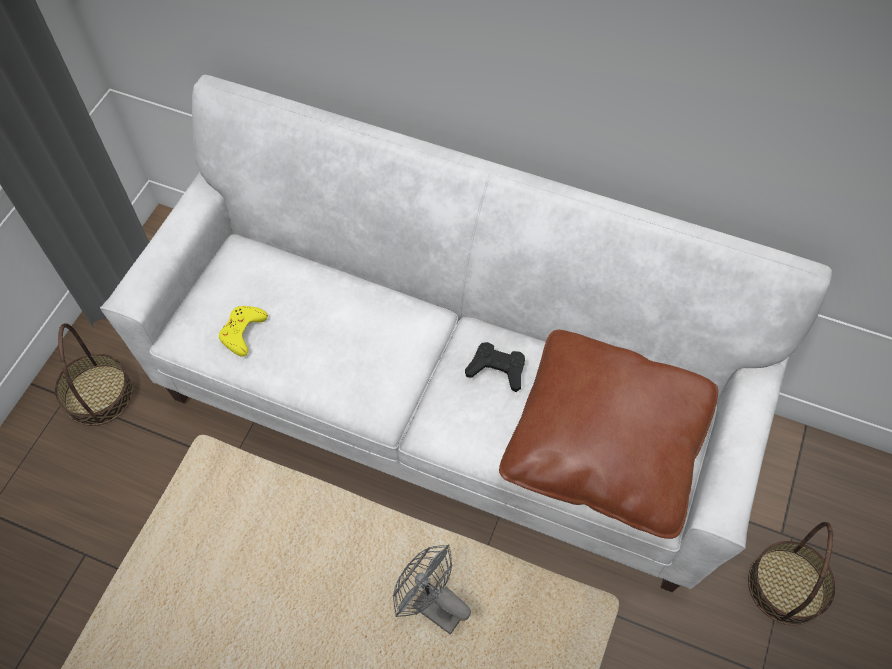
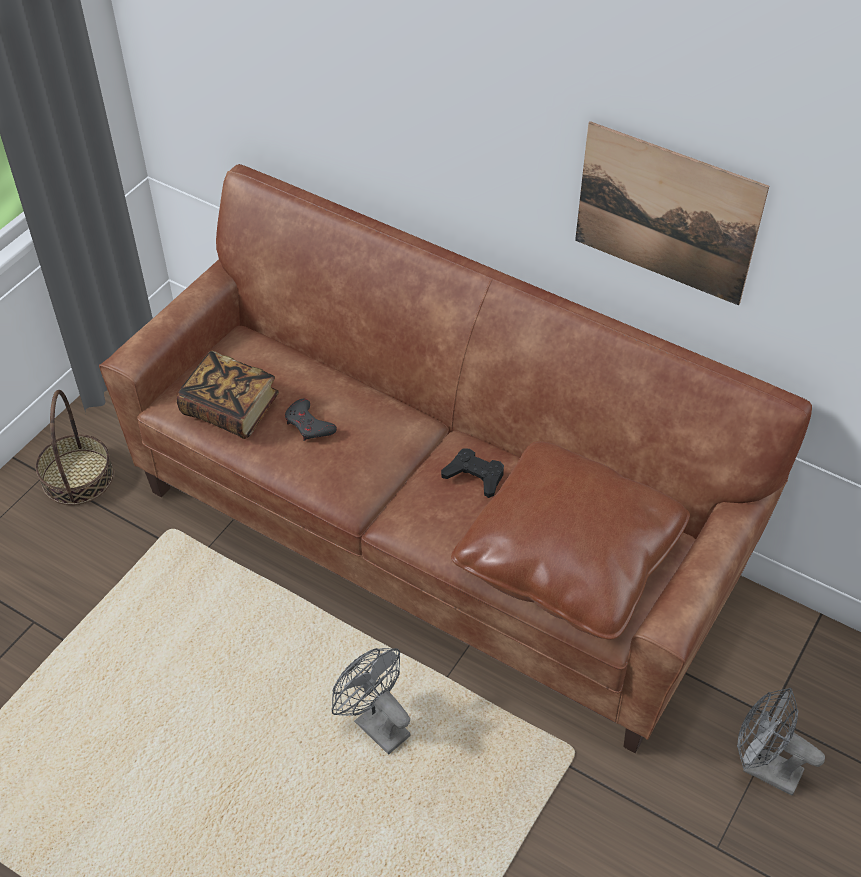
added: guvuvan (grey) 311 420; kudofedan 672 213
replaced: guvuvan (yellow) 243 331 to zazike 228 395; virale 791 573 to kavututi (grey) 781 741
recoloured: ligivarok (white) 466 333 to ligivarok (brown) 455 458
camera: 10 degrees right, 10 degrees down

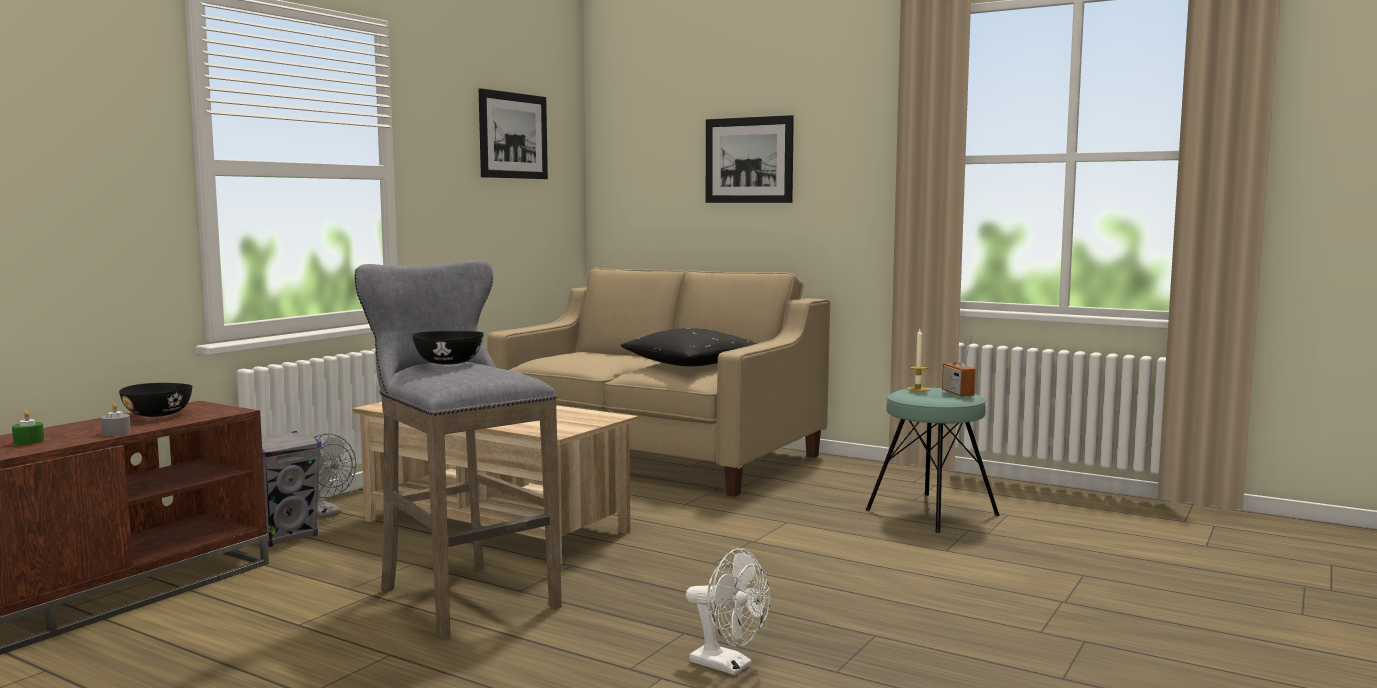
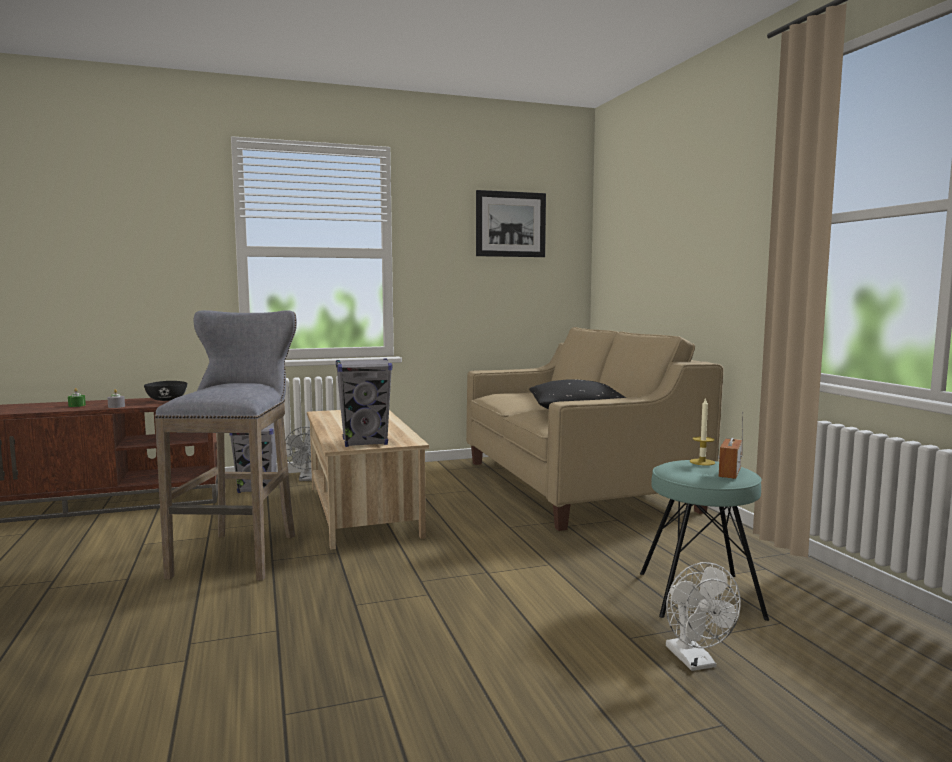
removed: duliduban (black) 448 348; kudofedan 750 159
added: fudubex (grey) 364 402
moved: kavututi (white) 728 611 to 703 616
camera: 40 degrees right, 0 degrees up

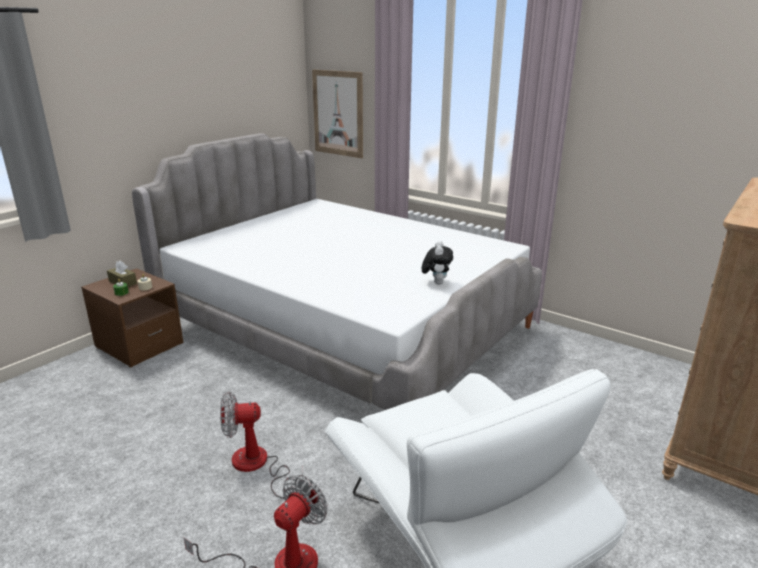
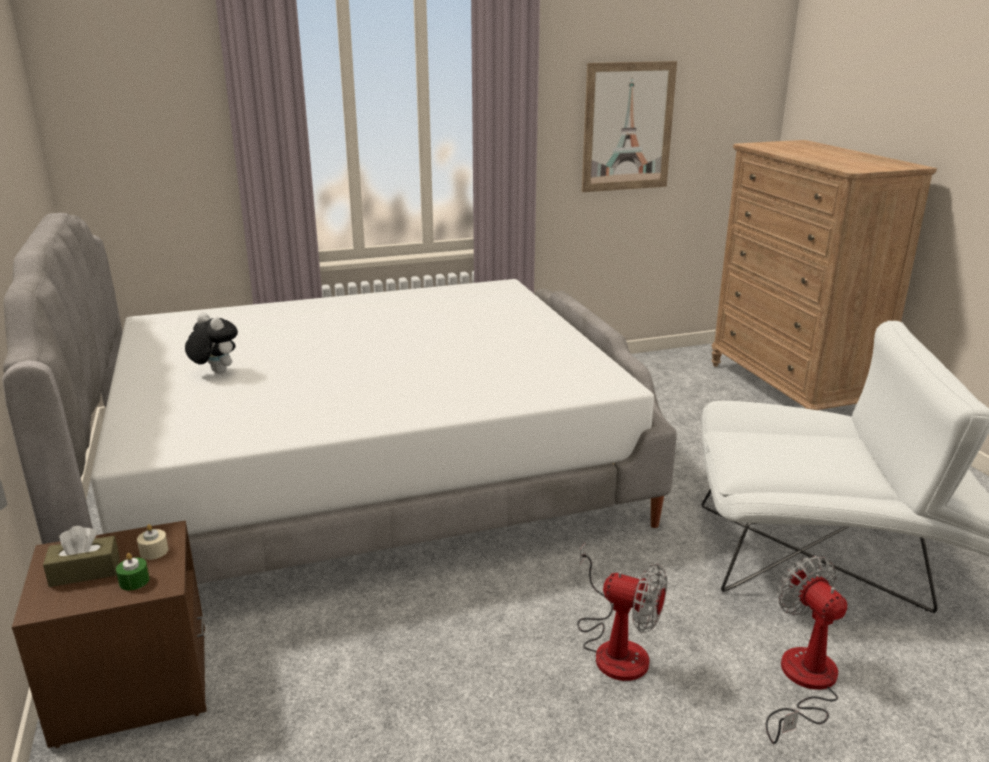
moved: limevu 437 263 to 211 343; kudofedan 337 113 to 629 126
turned: kavututi 261 445 = 622 612 90 degrees counterclockwise
camera: 55 degrees left, 0 degrees up

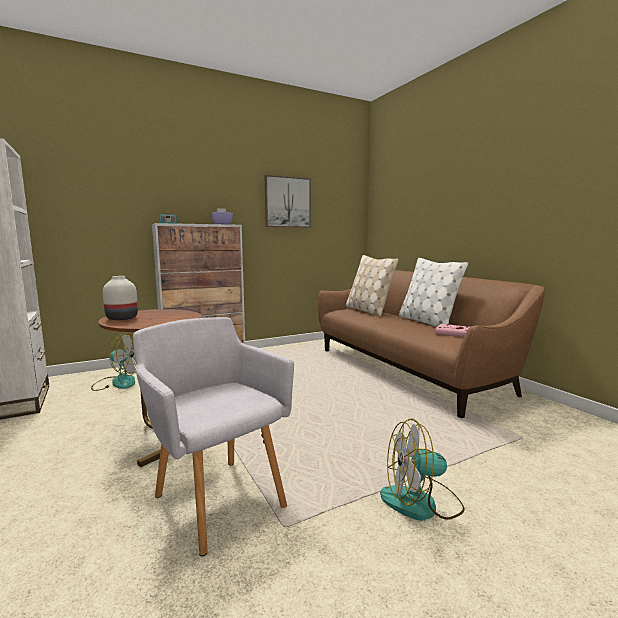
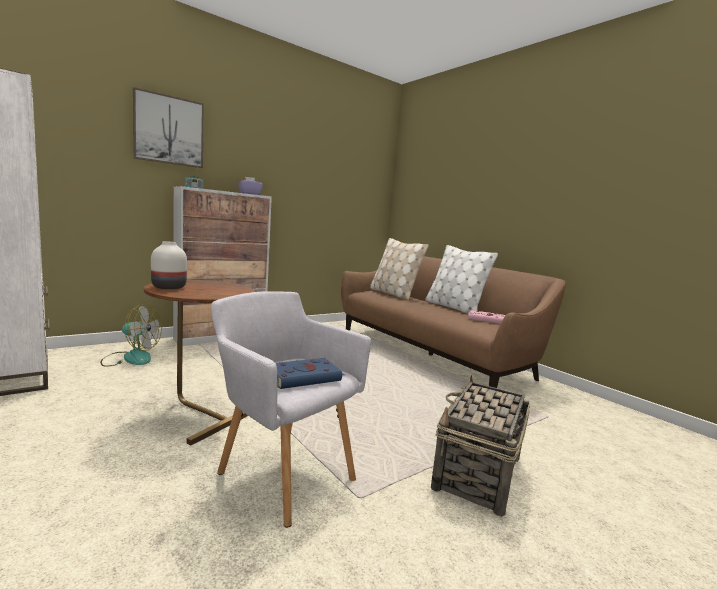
added: zazike (blue) 310 373
moved: kudofedan 288 201 to 168 127
replaced: kavututi 422 469 to virale 480 446
camera: 10 degrees left, 0 degrees up

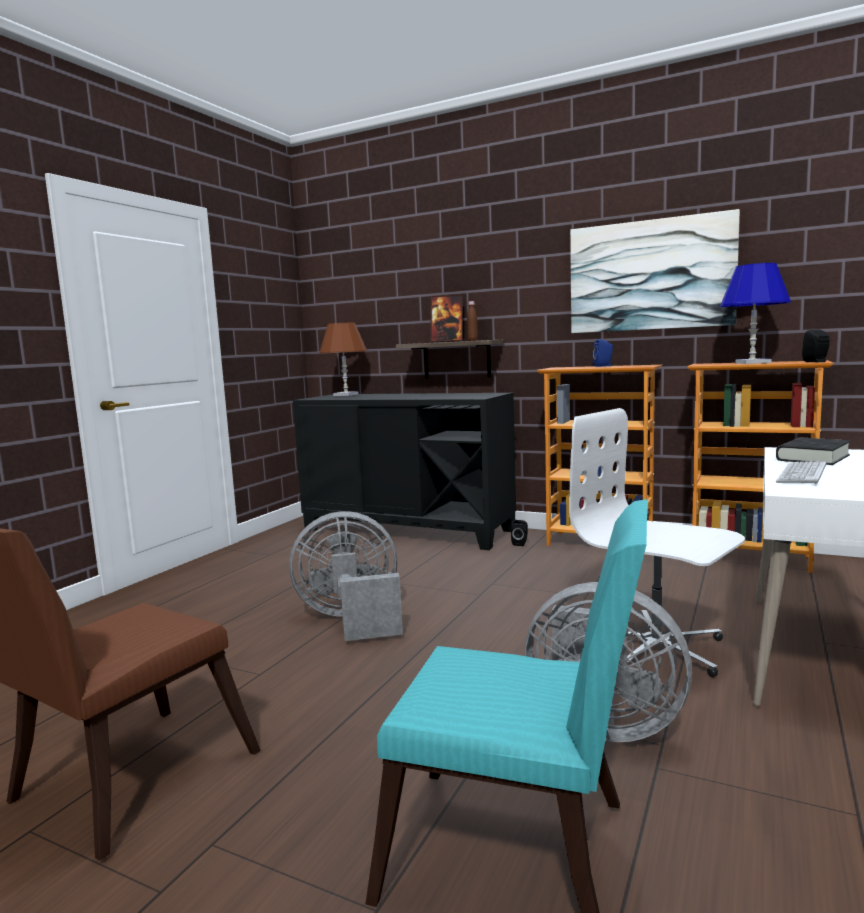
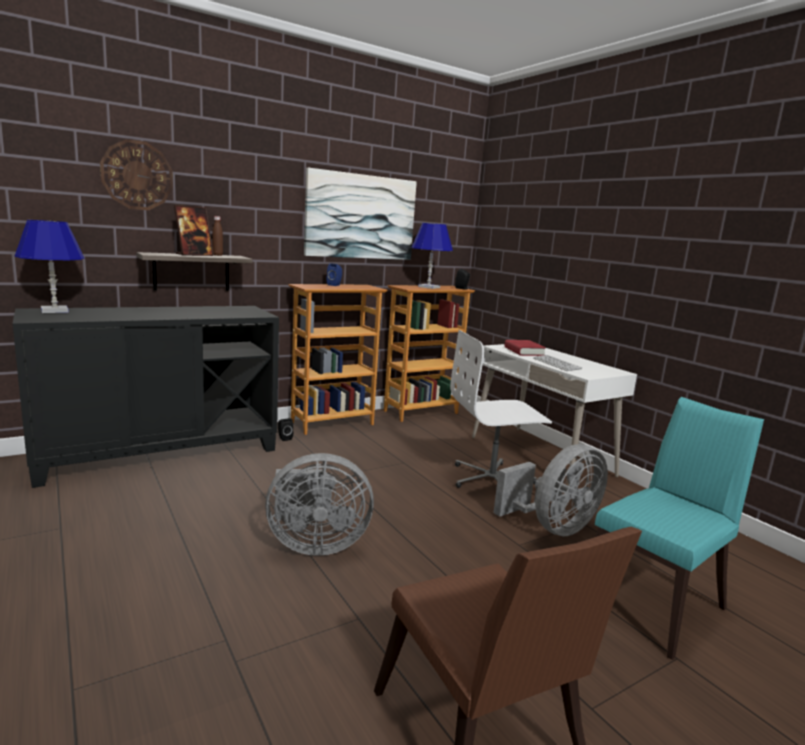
added: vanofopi 136 174
recoloured: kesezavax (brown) 343 359 to kesezavax (blue) 49 266; zazike (black) 813 451 to zazike (red) 525 348
turned: kavututi (grey) 346 576 = 319 504 120 degrees counterclockwise
camera: 60 degrees left, 5 degrees up

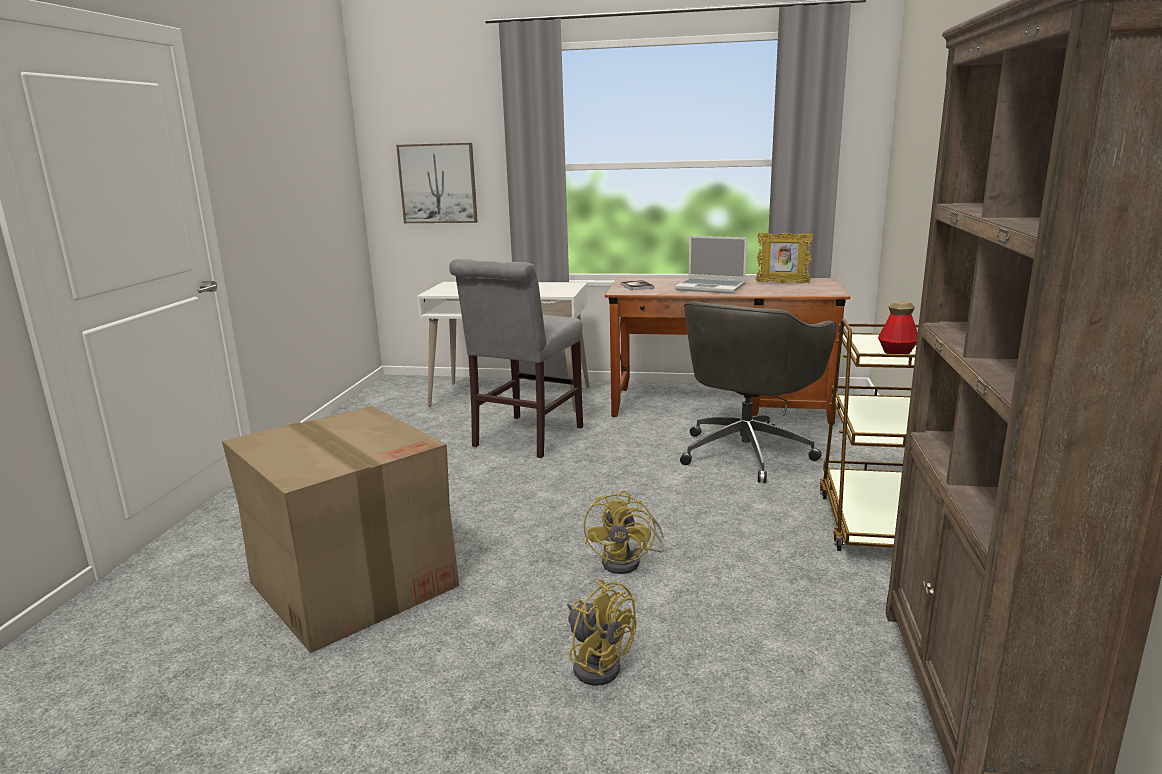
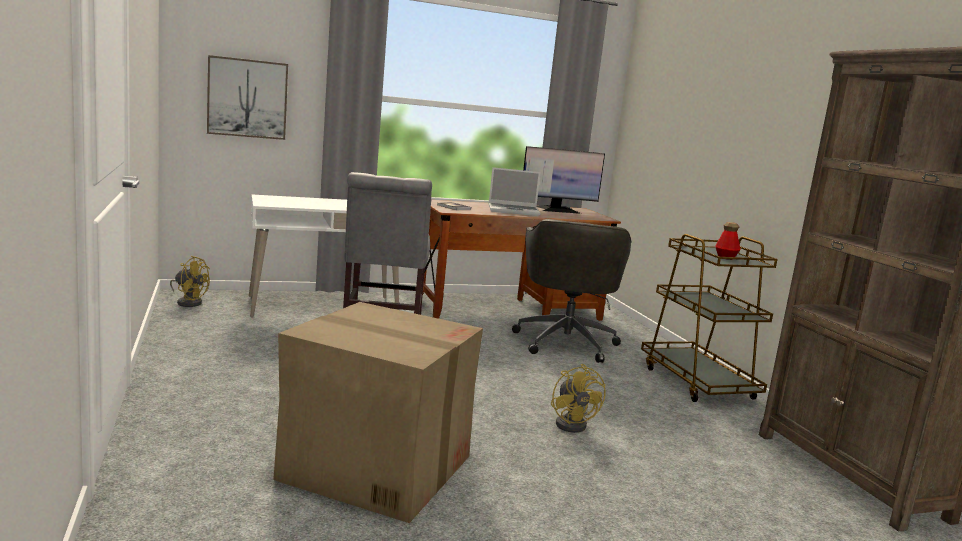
moved: kavututi (yellow) 601 632 to 190 281
replaced: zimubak 784 258 to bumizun 564 180
camera: 30 degrees left, 5 degrees down

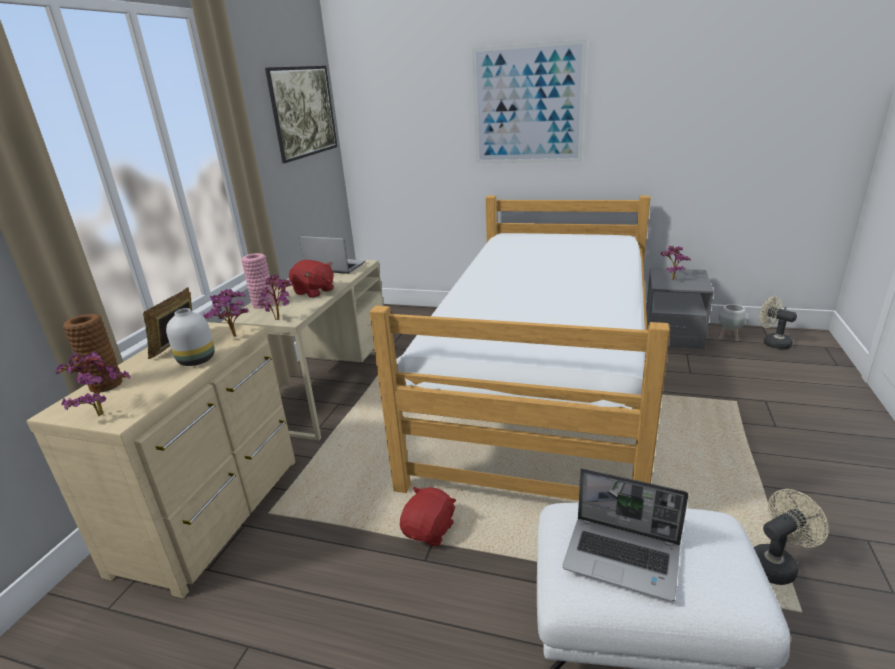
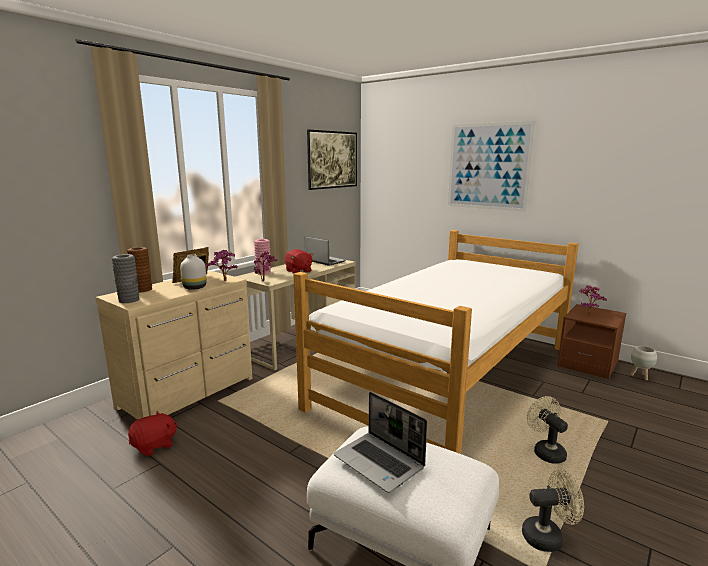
moved: limevu (red) 428 516 to 153 433; kavututi (beige) 778 322 to 547 430
replaced: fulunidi 92 383 to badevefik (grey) 125 278
recoloured: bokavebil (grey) 680 308 to bokavebil (brown) 591 341
camera: 20 degrees right, 10 degrees down

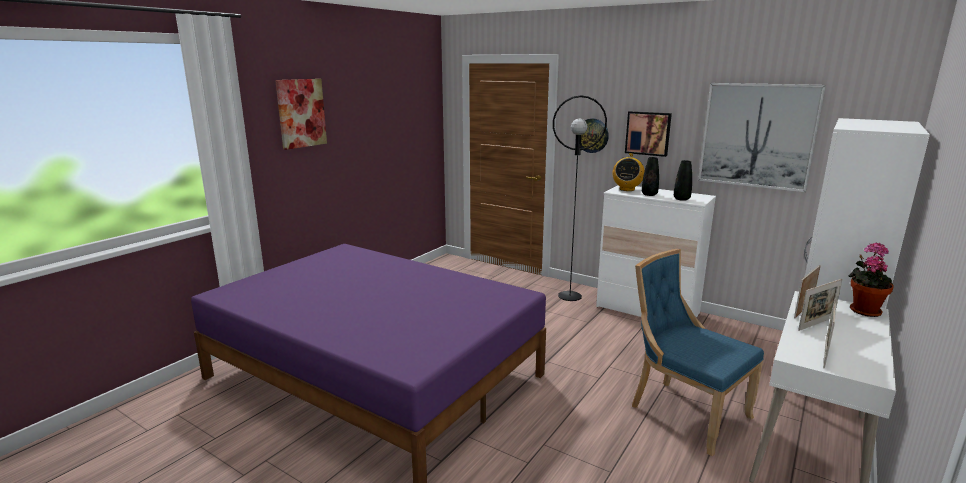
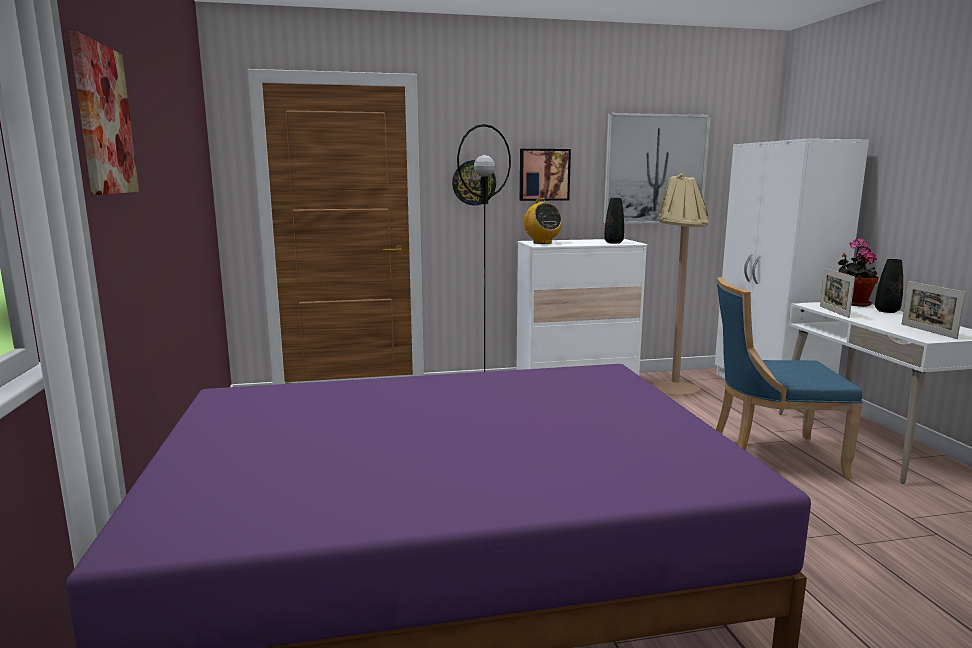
removed: zimubak 820 305
added: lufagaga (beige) 680 284
moved: badevefik (black) 650 176 to 889 286
camera: 45 degrees left, 5 degrees down

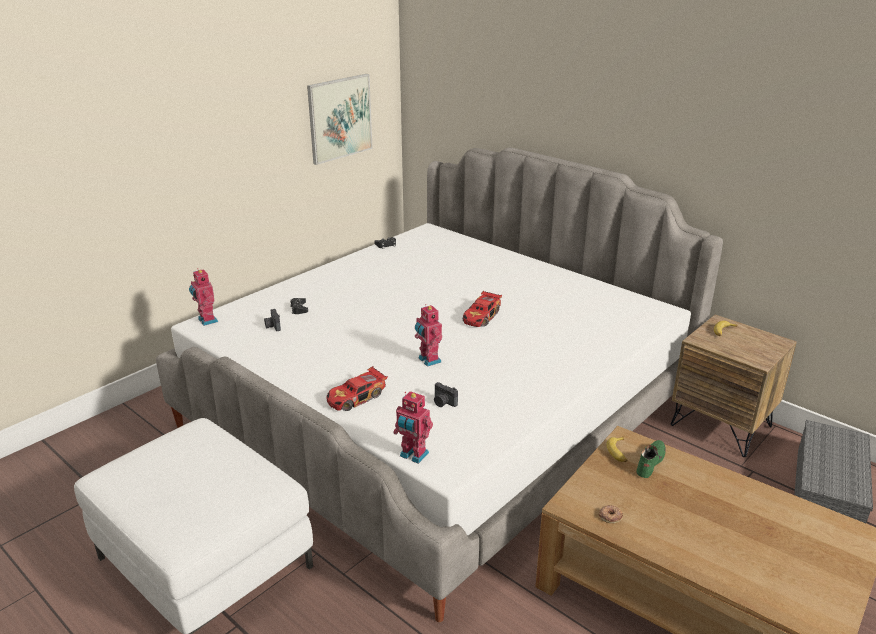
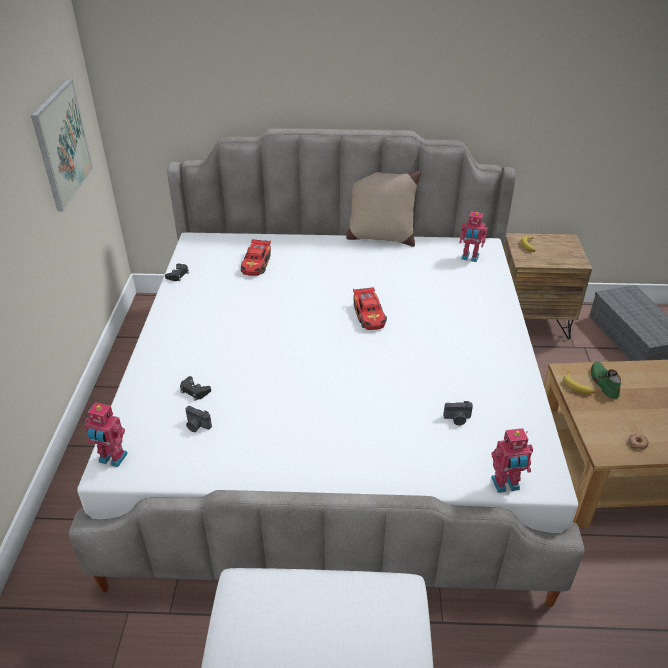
added: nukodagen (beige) 383 209
moved: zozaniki 357 388 to 256 257; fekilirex 428 335 to 473 236
camera: 40 degrees left, 10 degrees up

